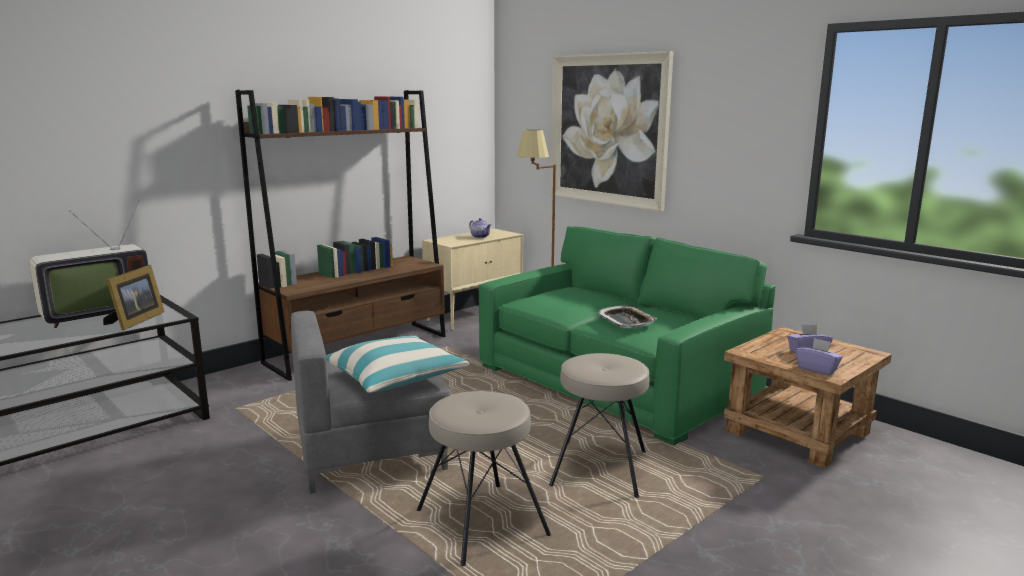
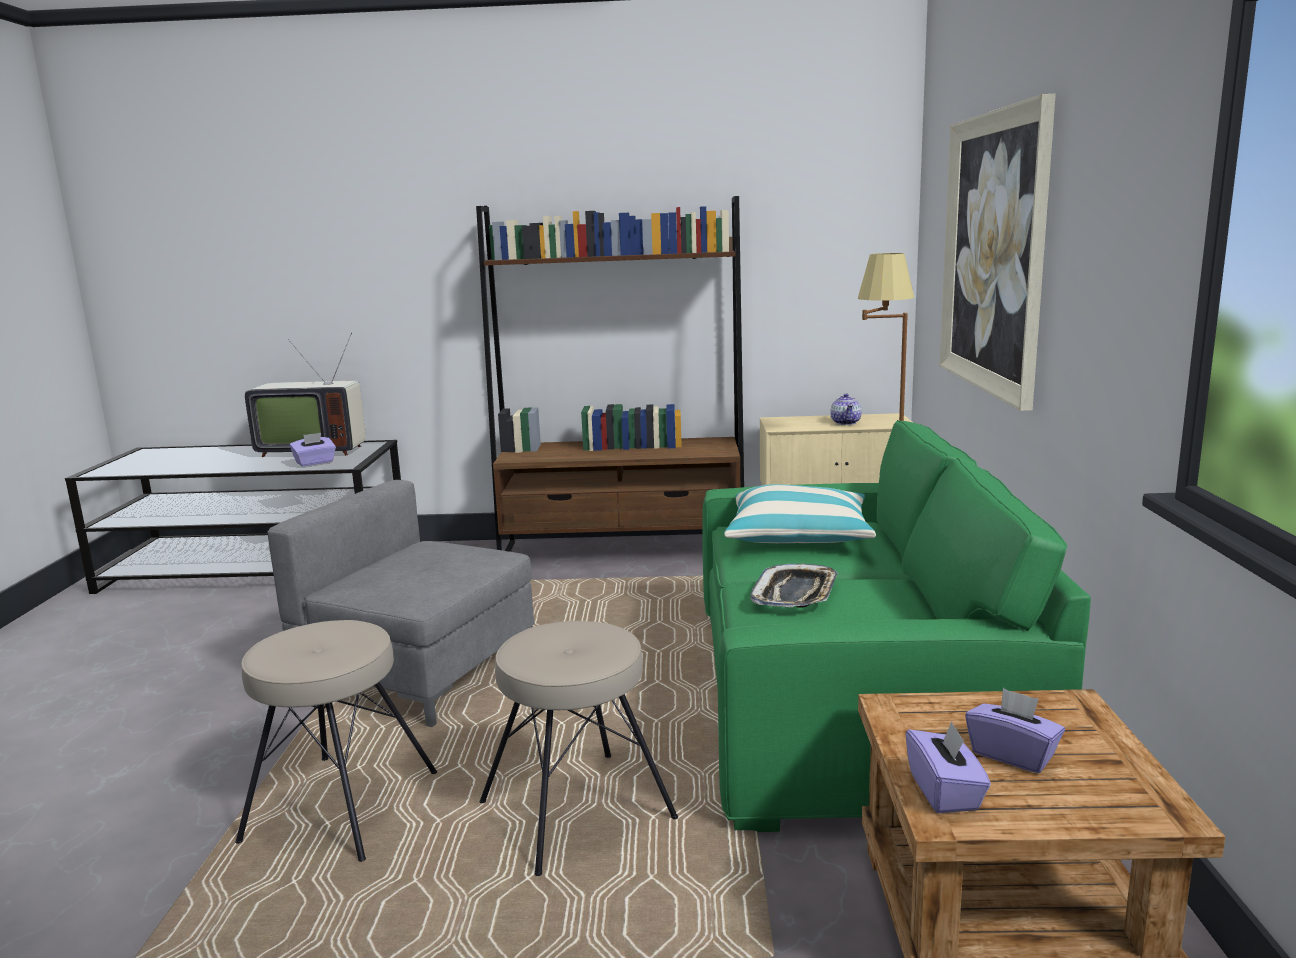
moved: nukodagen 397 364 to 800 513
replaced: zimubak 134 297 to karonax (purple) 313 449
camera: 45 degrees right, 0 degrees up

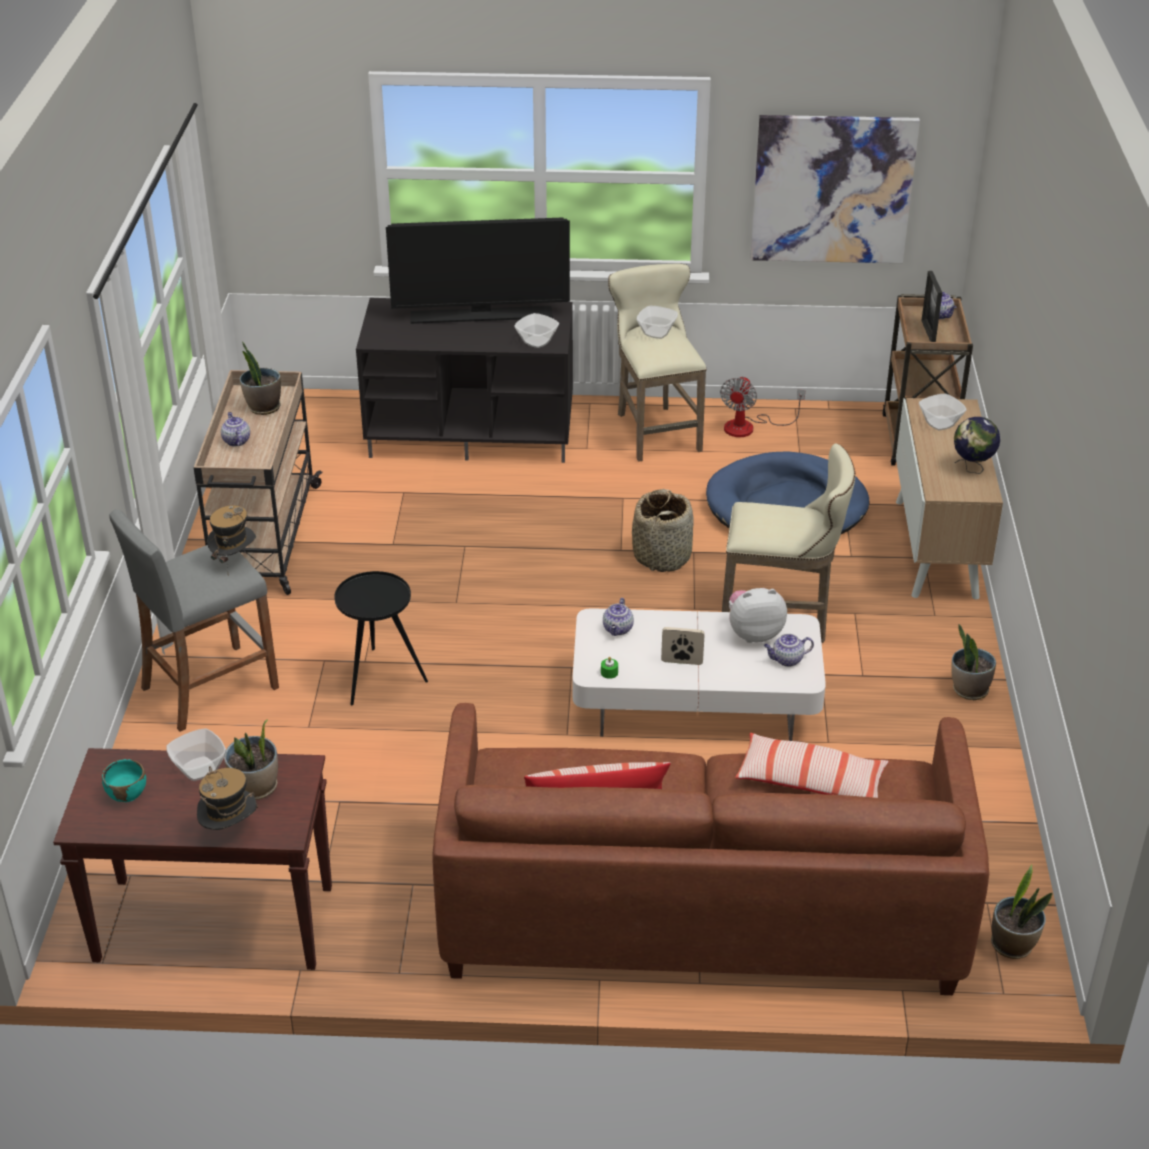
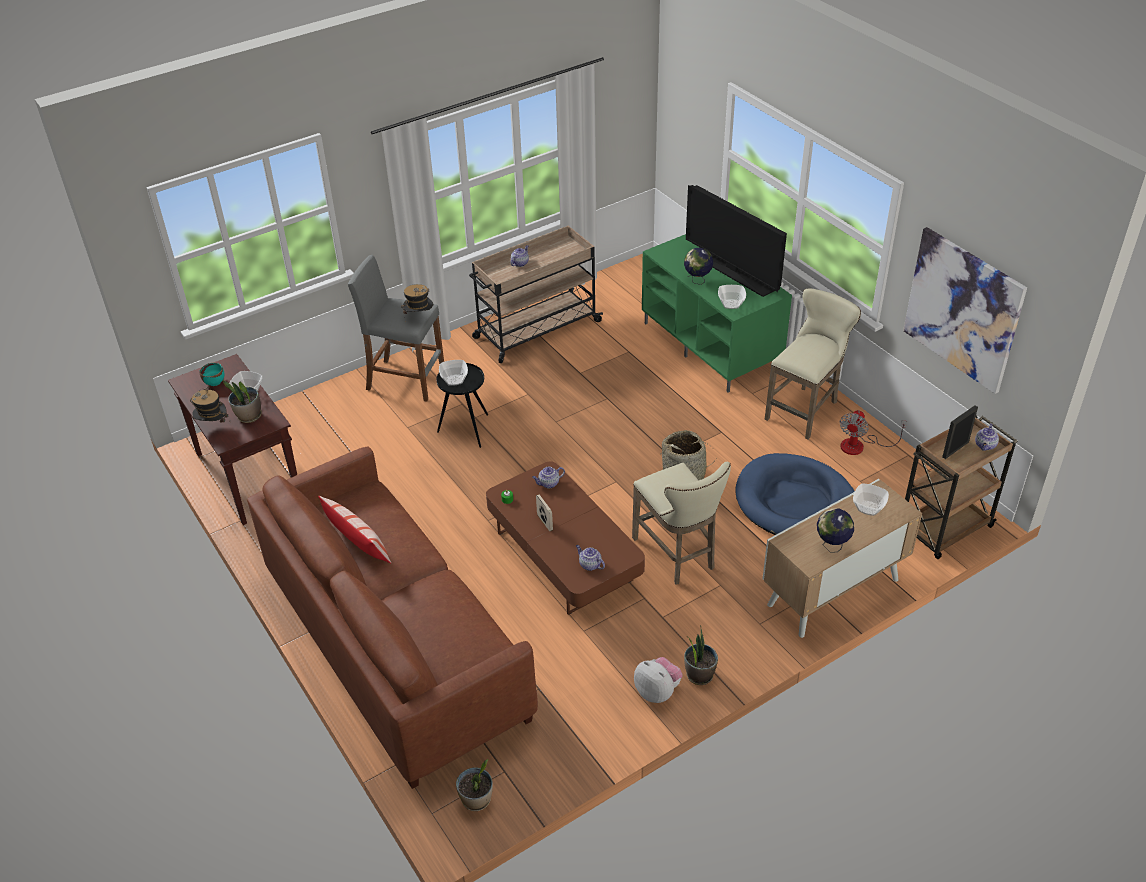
removed: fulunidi 260 378; nukodagen 812 765
added: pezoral 698 266
moved: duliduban 657 322 to 453 373; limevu 758 615 to 658 680
recoloured: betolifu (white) 699 674 to betolifu (brown) 565 538; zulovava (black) 464 380 to zulovava (green) 717 313
turned: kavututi 762 406 = 873 432 45 degrees counterclockwise
camera: 55 degrees right, 5 degrees up

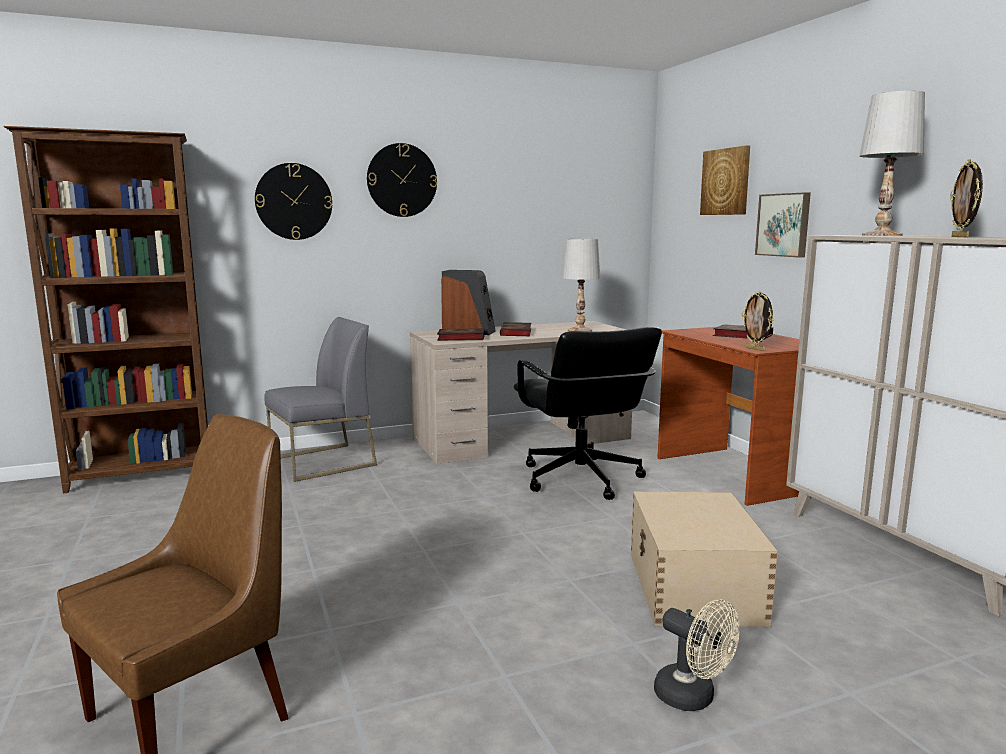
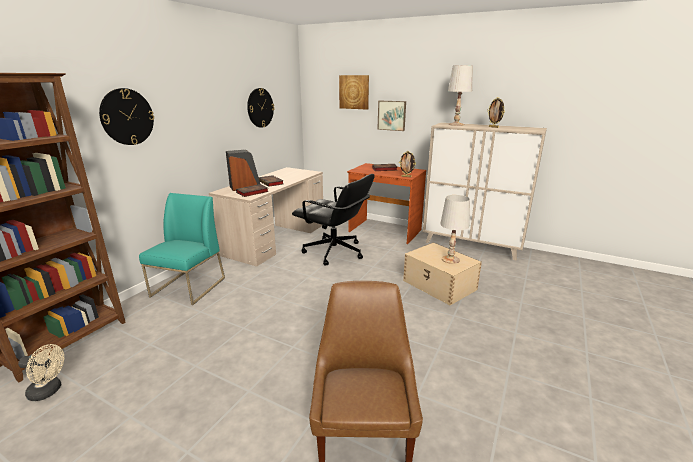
moved: kavututi (beige) 697 655 to 41 372; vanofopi 402 180 to 261 108; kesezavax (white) 581 285 to 455 229
recoloured: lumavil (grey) 320 399 to lumavil (turquoise) 182 249
camera: 40 degrees left, 10 degrees up

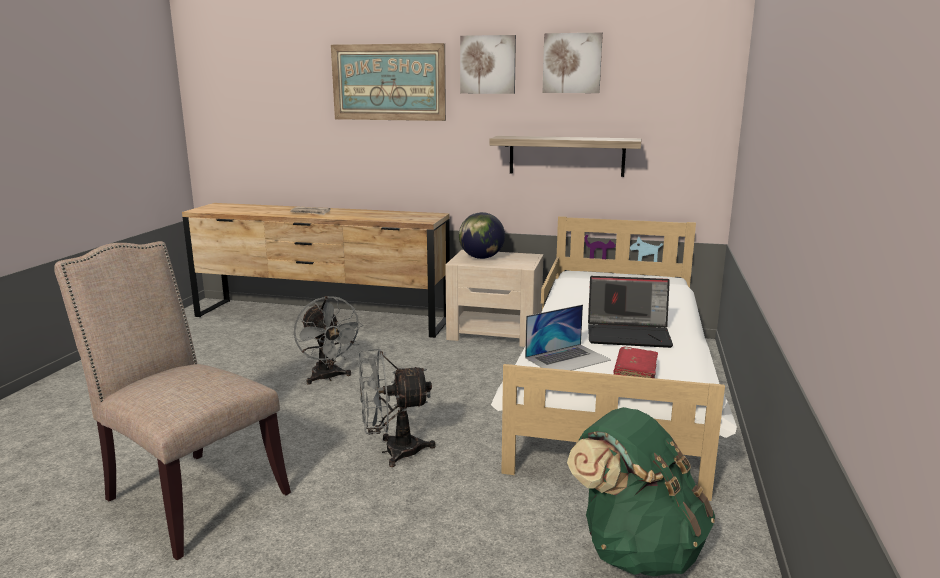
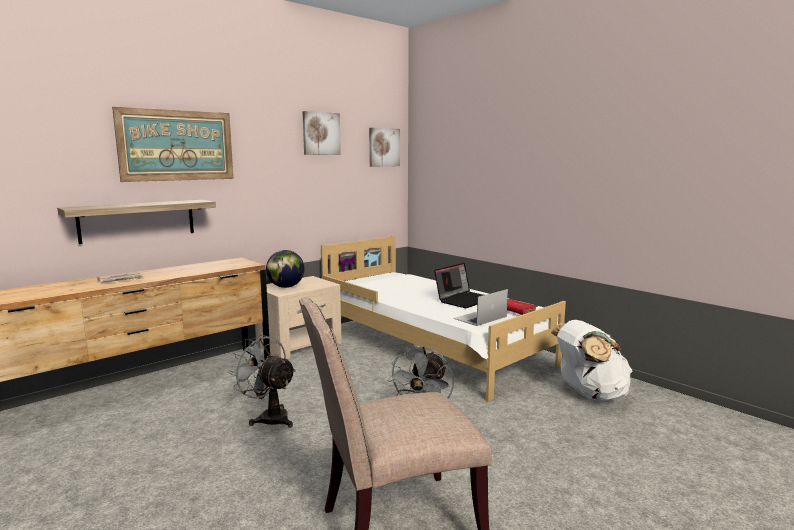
moved: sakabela 565 156 to 136 222; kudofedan 488 64 to 384 147
recoloured: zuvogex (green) 641 492 to zuvogex (white) 592 361
turned: kavututi (grey) 328 340 = 262 381 150 degrees counterclockwise; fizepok 568 338 = 480 307 135 degrees counterclockwise
camera: 55 degrees left, 5 degrees down

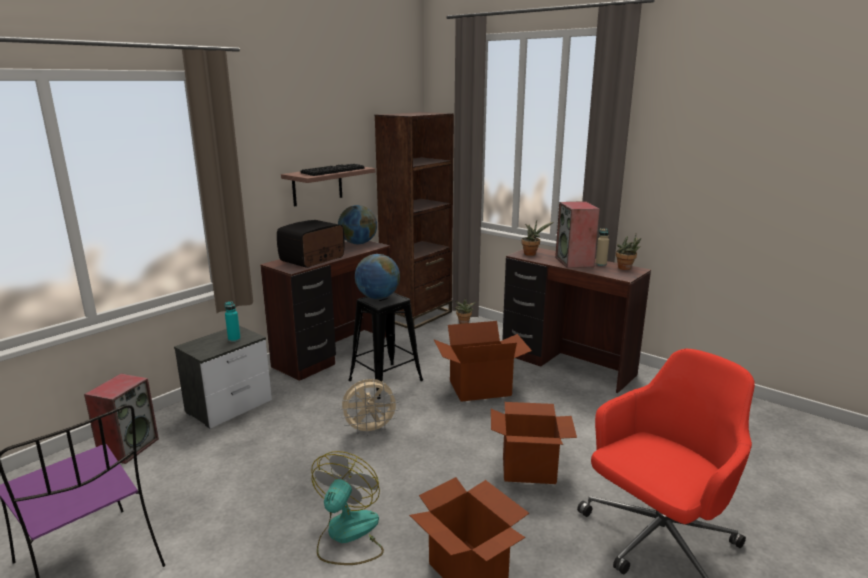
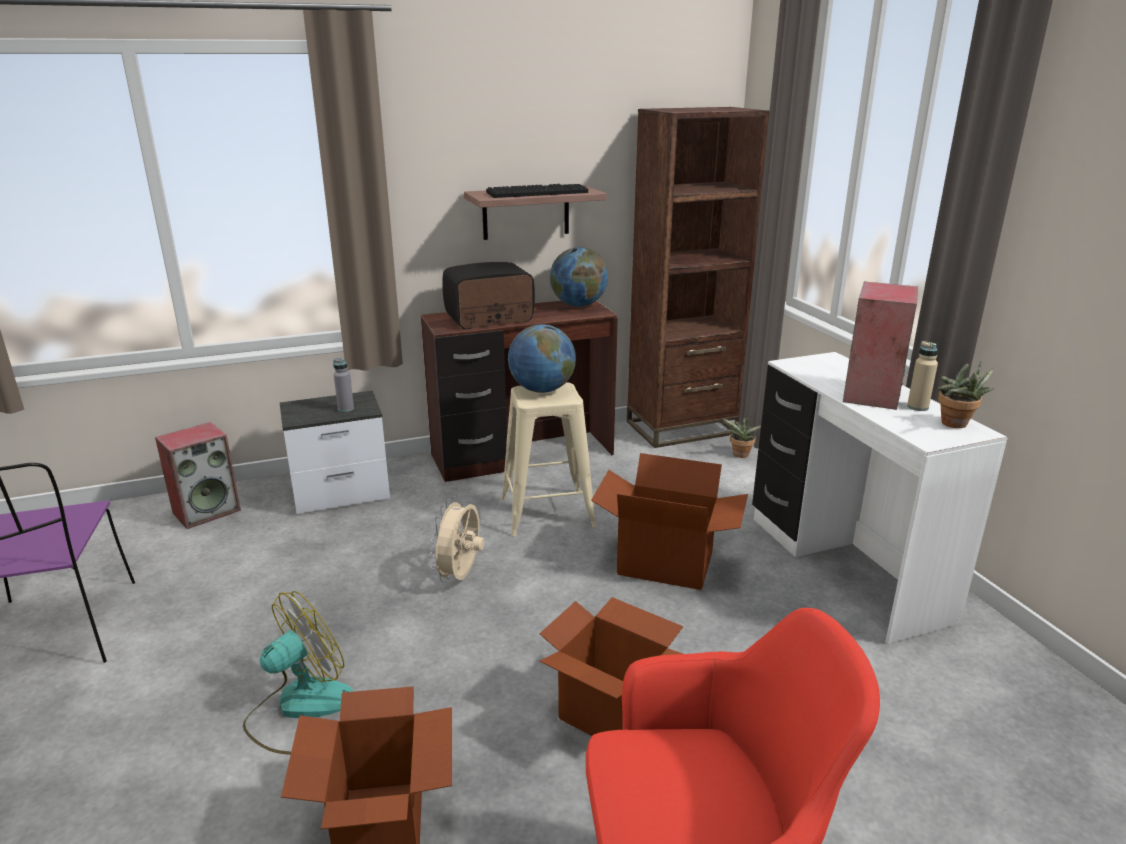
removed: fulunidi 537 238
recoloured: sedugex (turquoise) 233 321 to sedugex (grey) 343 385; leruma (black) 385 345 to leruma (beige) 549 459; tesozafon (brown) 576 320 to tesozafon (white) 880 498
turned: kavututi (beige) 370 407 = 456 539 90 degrees clockwise
camera: 30 degrees right, 5 degrees up

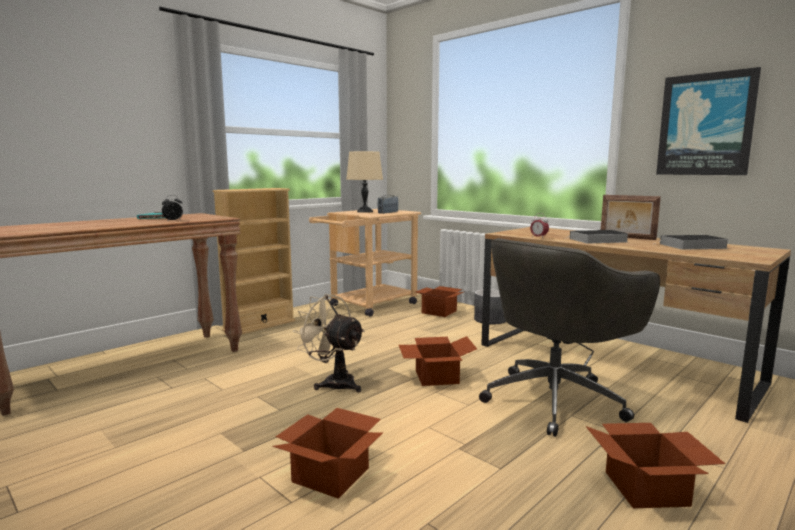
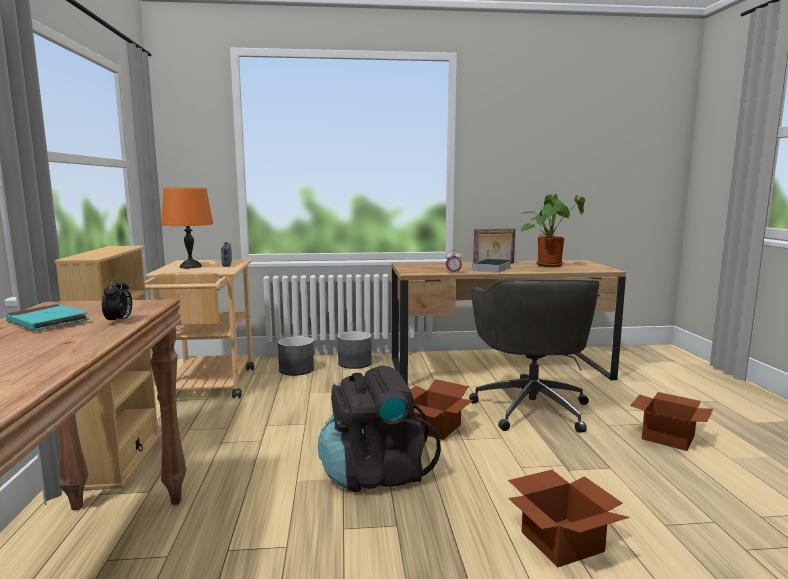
removed: kudofedan 708 121
replaced: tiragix 439 301 to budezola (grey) 296 356; kavututi (beige) 329 343 to zuvogex (black) 379 428; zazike 692 242 to fulunidi 552 230
recoloured: kesezavax (beige) 364 182 to kesezavax (orange) 187 228
camera: 50 degrees left, 0 degrees up

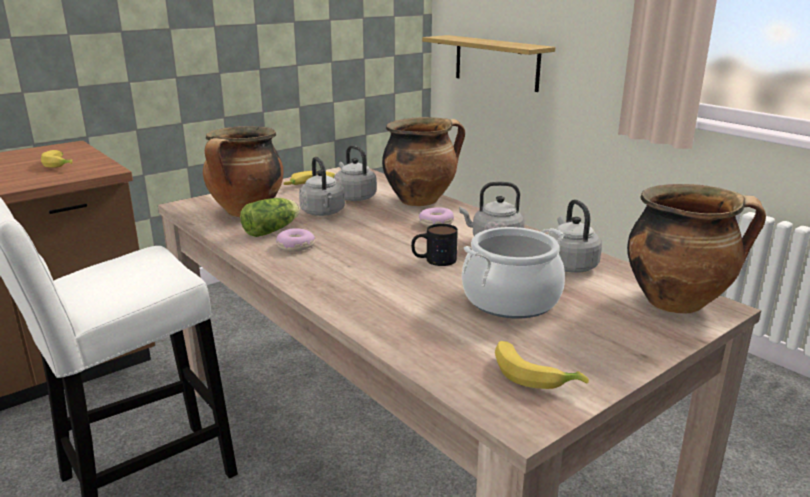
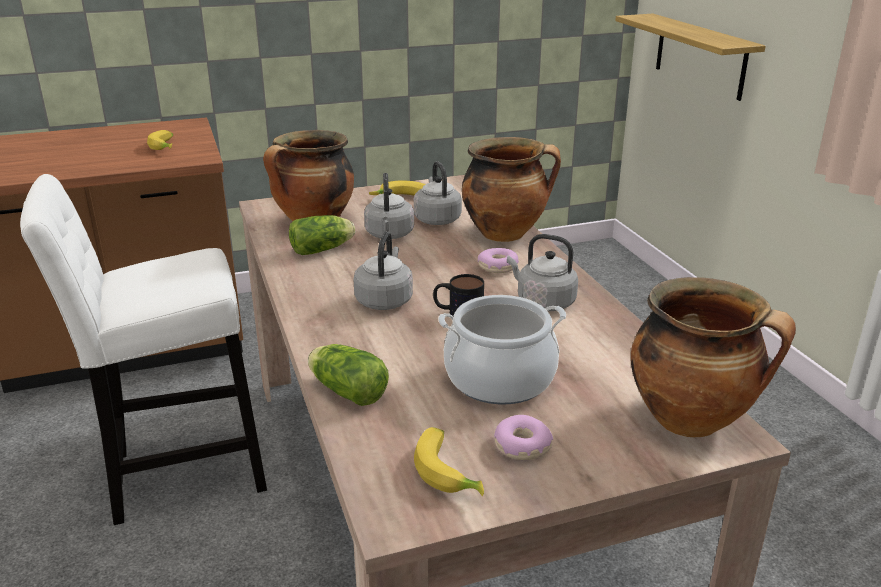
added: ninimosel 348 375
moved: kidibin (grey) 575 236 to 383 271; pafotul 295 240 to 523 437
camera: 20 degrees right, 5 degrees up

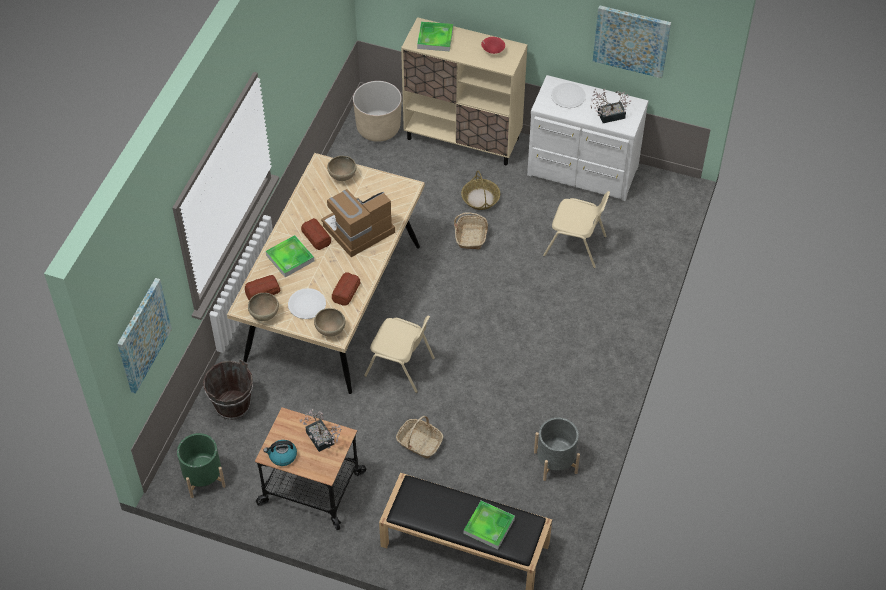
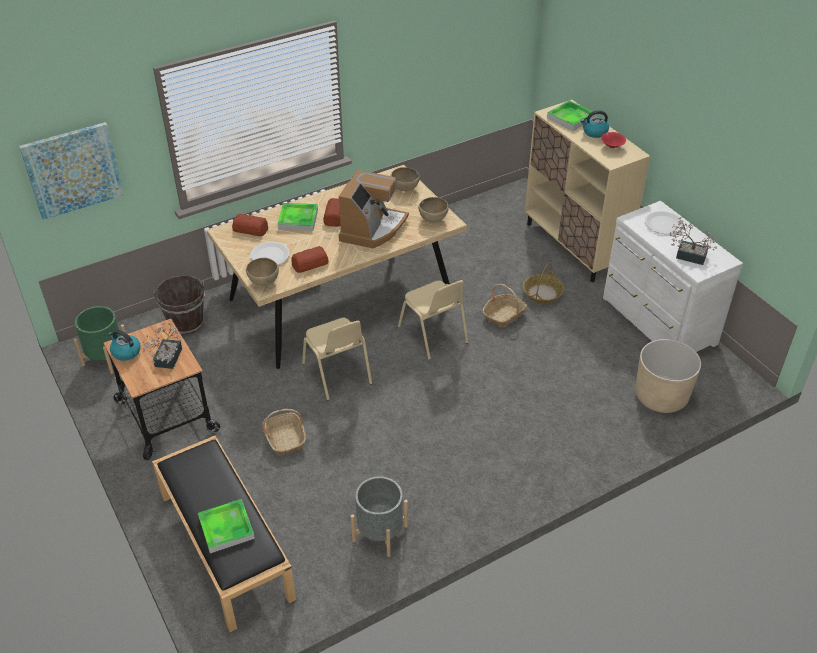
removed: kudofedan 632 41
added: kidibin 595 124
moved: lumavil (beige) 576 229 to 433 320; duliduban (brown) 263 307 to 433 210; budezola (beige) 377 111 to 668 376
turned: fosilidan 358 223 = 374 209 105 degrees clockwise
camera: 40 degrees right, 10 degrees down

